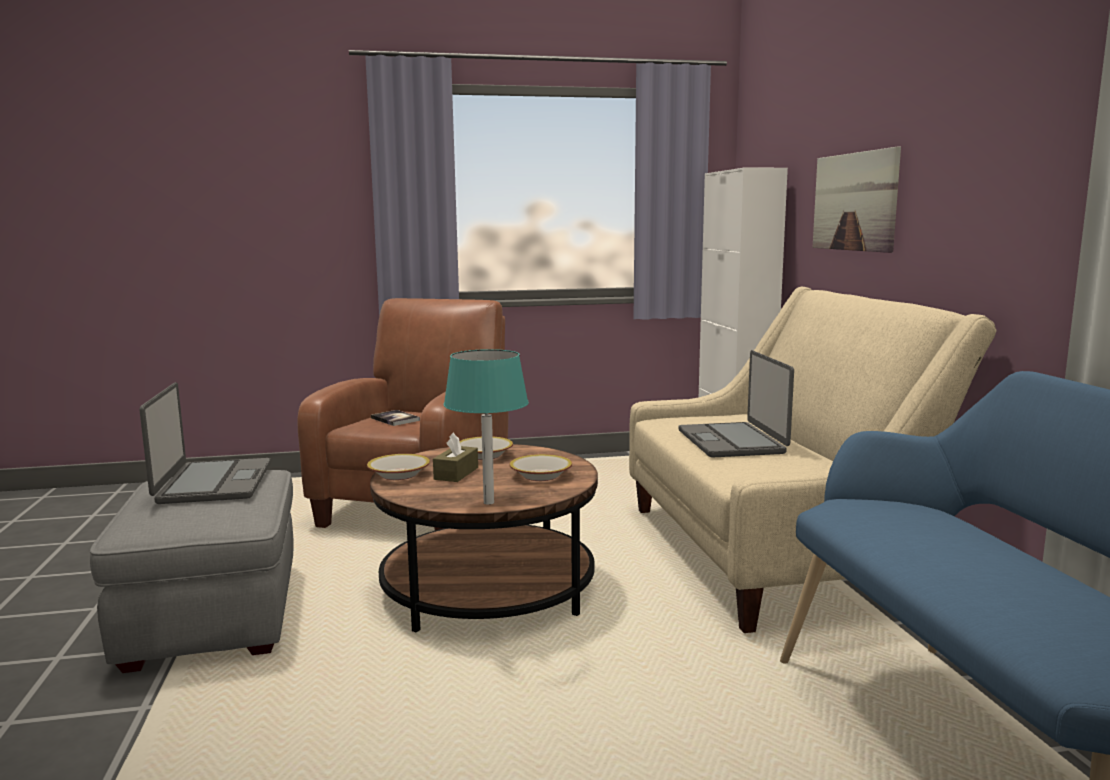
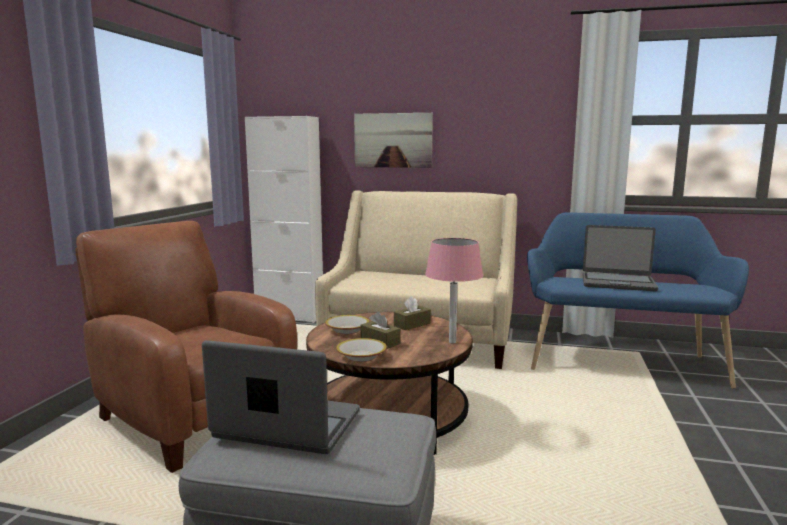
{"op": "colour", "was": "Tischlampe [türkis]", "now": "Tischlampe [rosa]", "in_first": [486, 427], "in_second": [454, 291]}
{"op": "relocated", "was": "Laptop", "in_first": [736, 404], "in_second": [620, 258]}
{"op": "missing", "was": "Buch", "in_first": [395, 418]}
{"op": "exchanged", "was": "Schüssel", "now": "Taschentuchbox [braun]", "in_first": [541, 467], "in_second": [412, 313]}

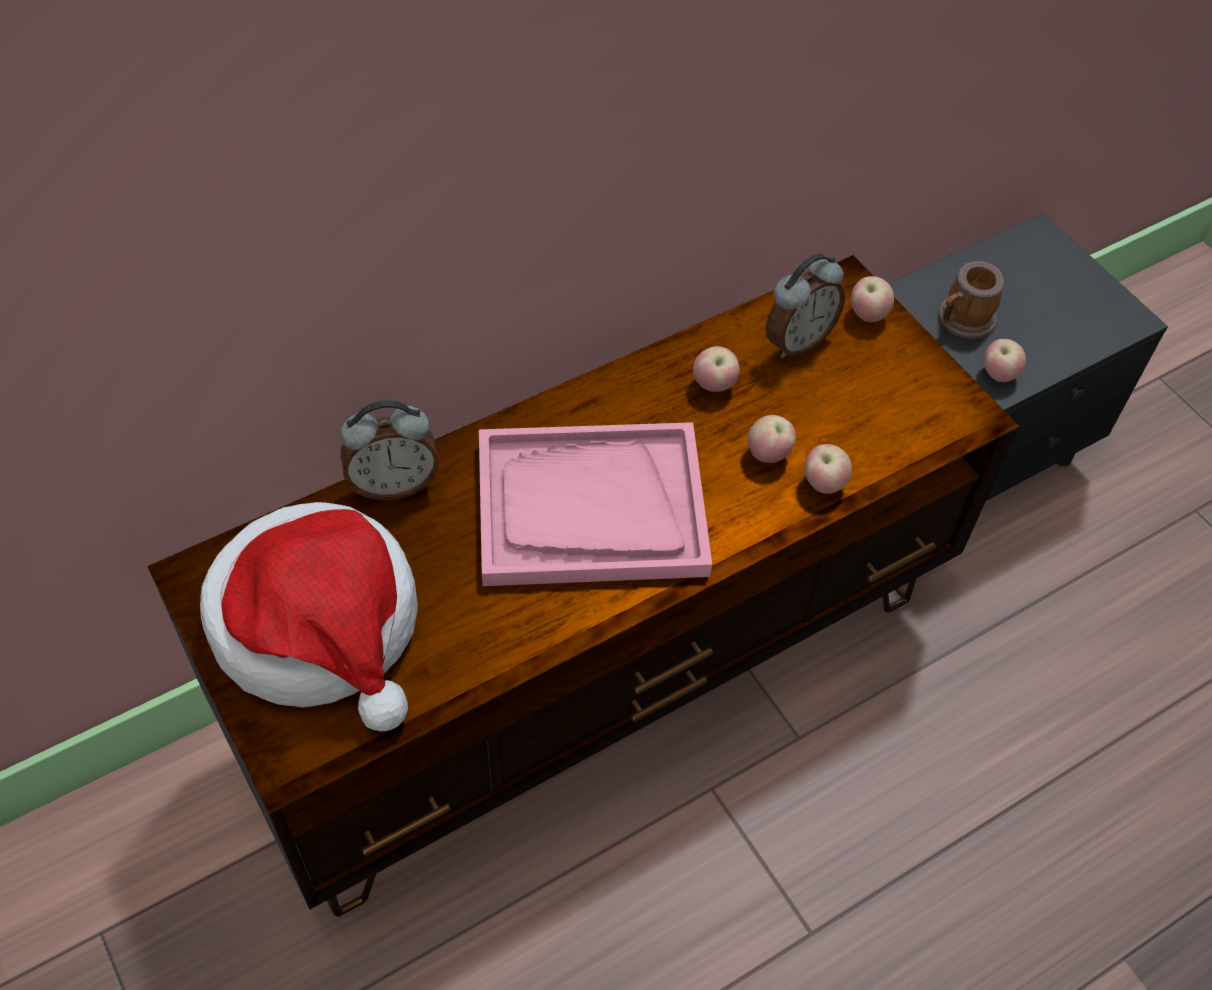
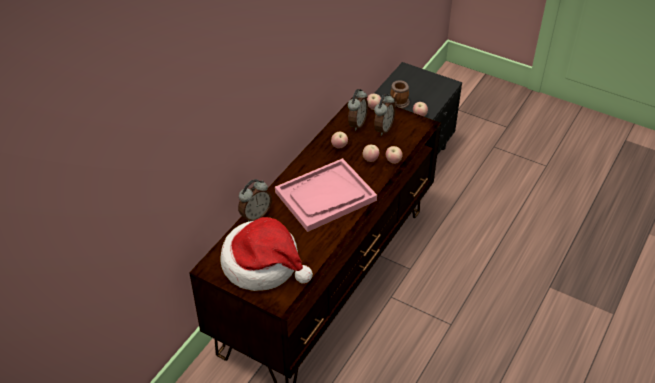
{"op": "appeared", "now": "Wecker", "in_second": [384, 115]}

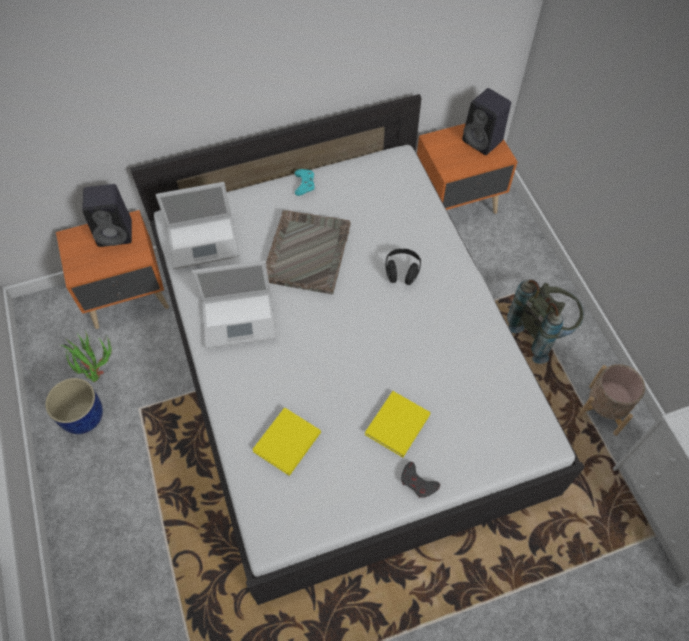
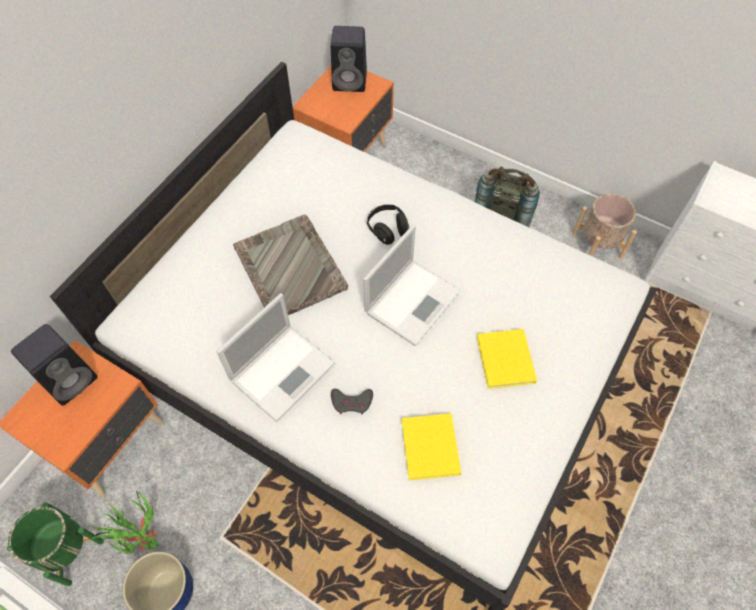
{"op": "missing", "was": "Gamepad [türkis]", "in_first": [305, 182]}
{"op": "relocated", "was": "Laptop", "in_first": [198, 225], "in_second": [412, 285]}
{"op": "relocated", "was": "Gamepad [grau]", "in_first": [420, 480], "in_second": [352, 401]}
{"op": "appeared", "now": "Pflanzkübel [grün]", "in_second": [55, 544]}

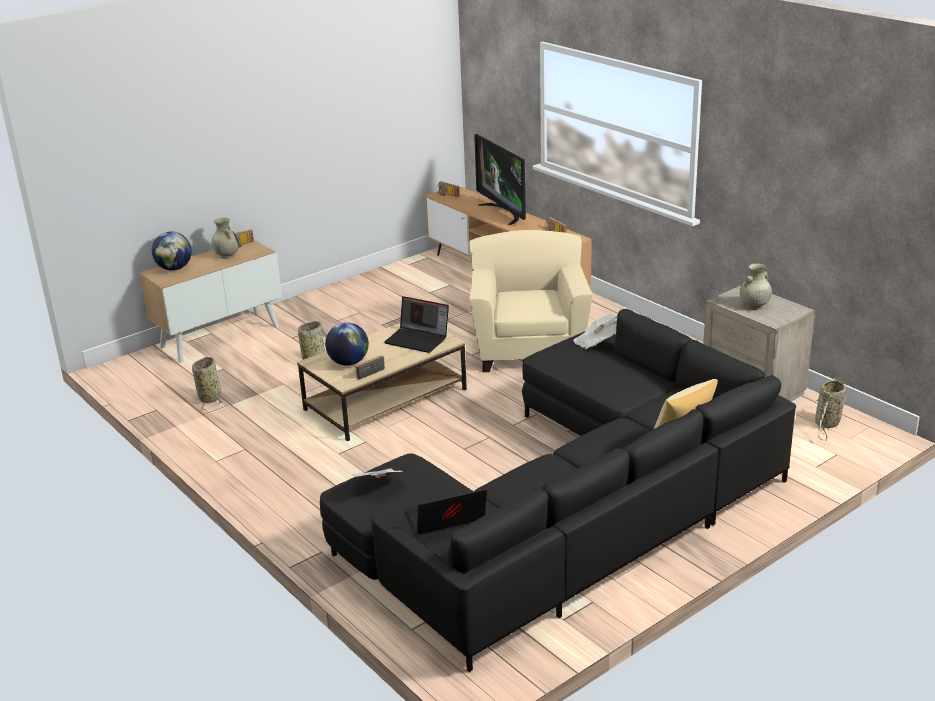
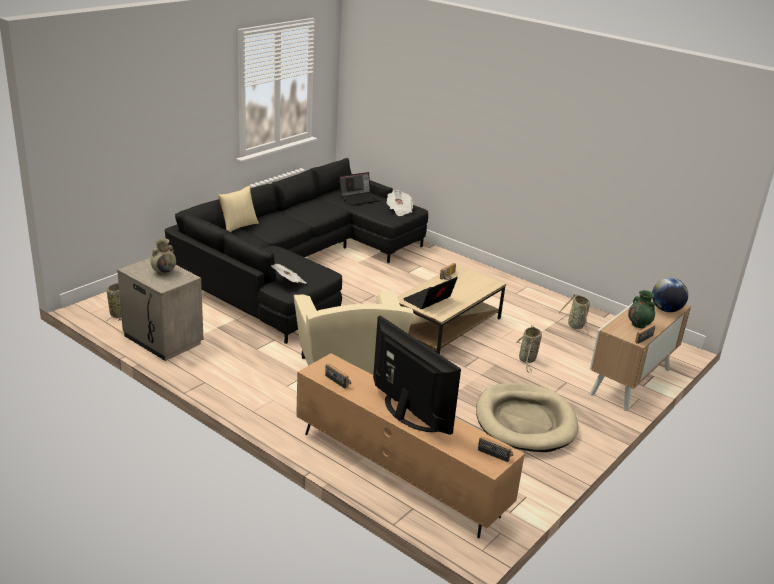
{"op": "colour", "was": "Vase [beige]", "now": "Vase [grün]", "in_first": [225, 238], "in_second": [641, 309]}
{"op": "spun", "was": "Laptop", "in_first": [416, 324], "in_second": [430, 293], "clockwise": -60}
{"op": "missing", "was": "Globus", "in_first": [347, 344]}
{"op": "appeared", "now": "Hundebett [beige]", "in_second": [527, 417]}

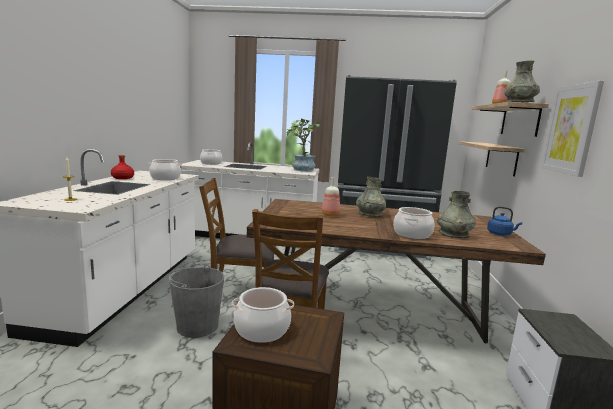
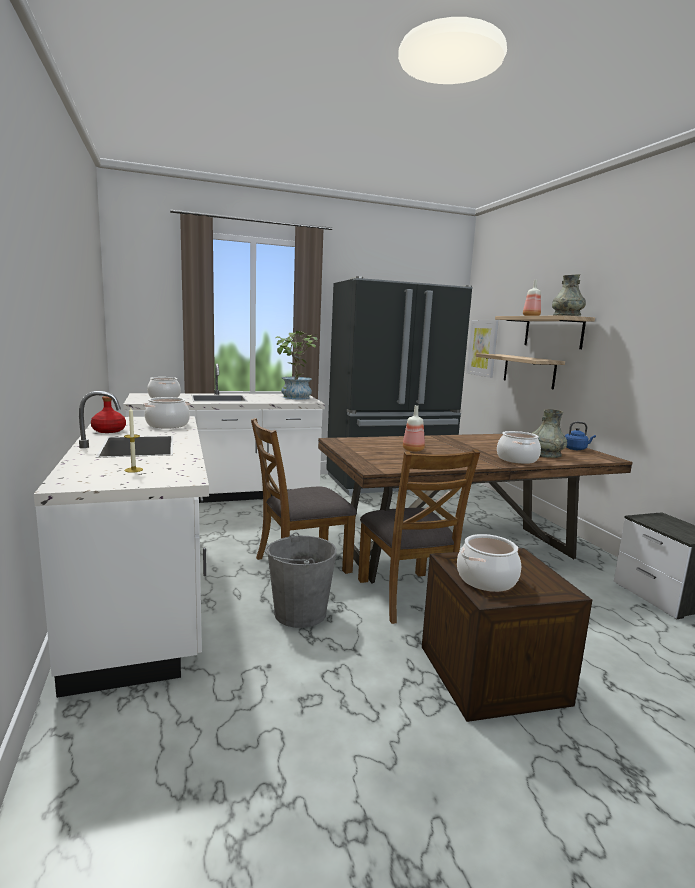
{"op": "relocated", "was": "Bild", "in_first": [572, 129], "in_second": [482, 349]}
{"op": "missing", "was": "Vase [grau]", "in_first": [371, 197]}

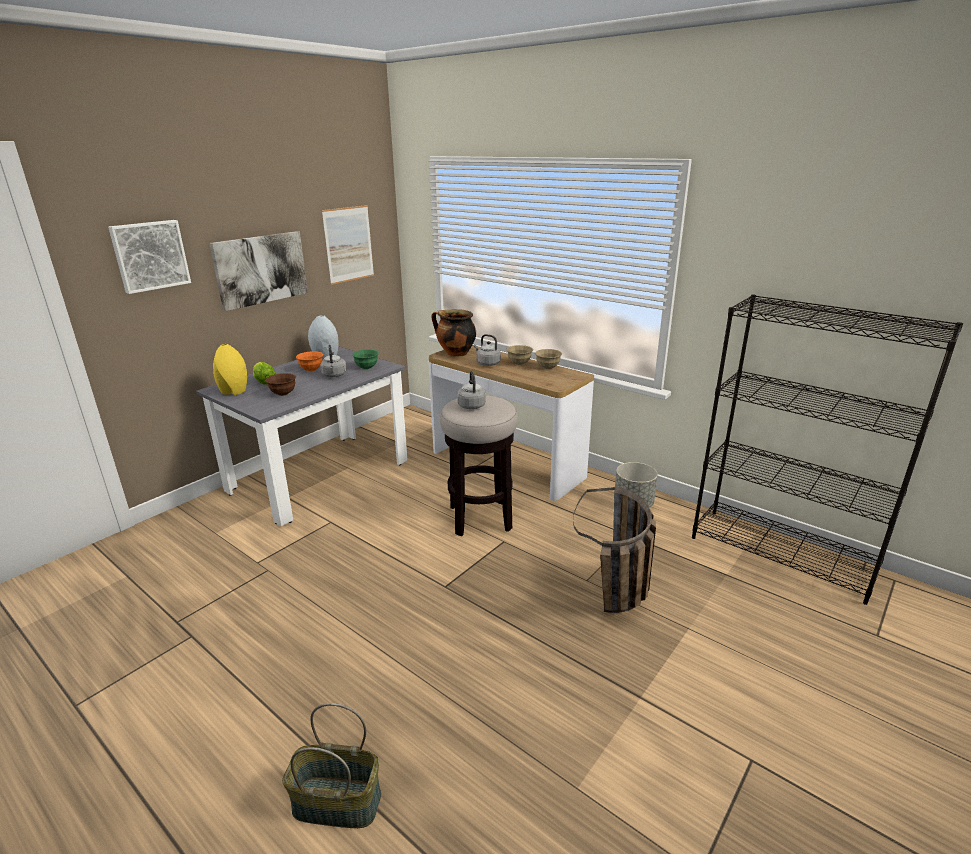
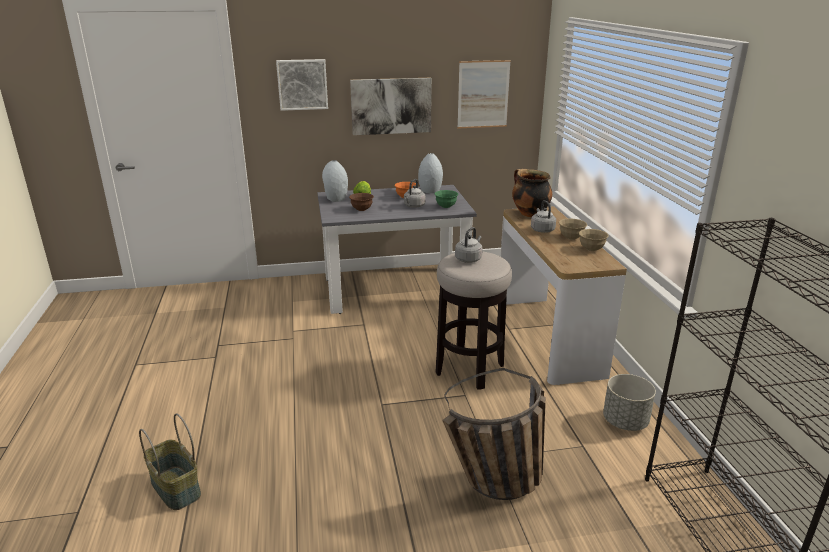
{"op": "colour", "was": "Vase [gelb]", "now": "Vase [grau]", "in_first": [230, 369], "in_second": [335, 181]}

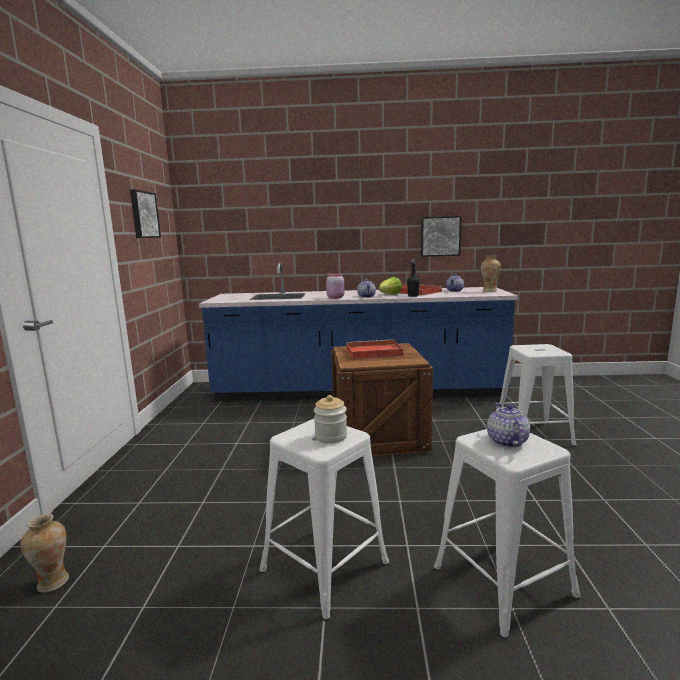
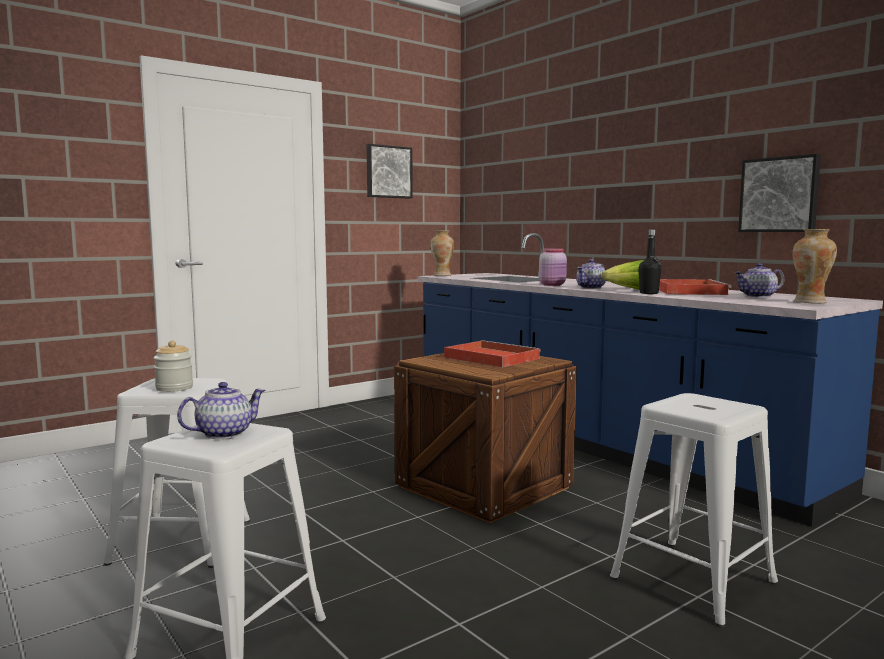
{"op": "relocated", "was": "Vase", "in_first": [44, 553], "in_second": [442, 253]}

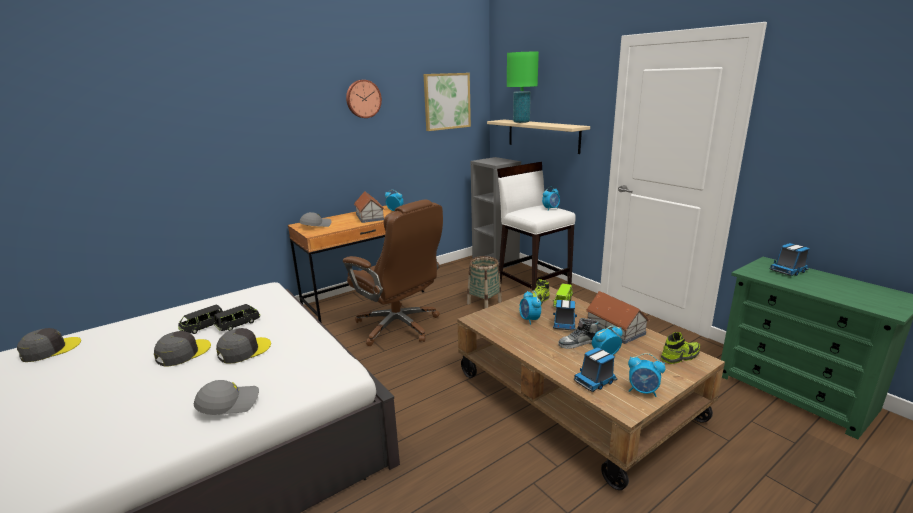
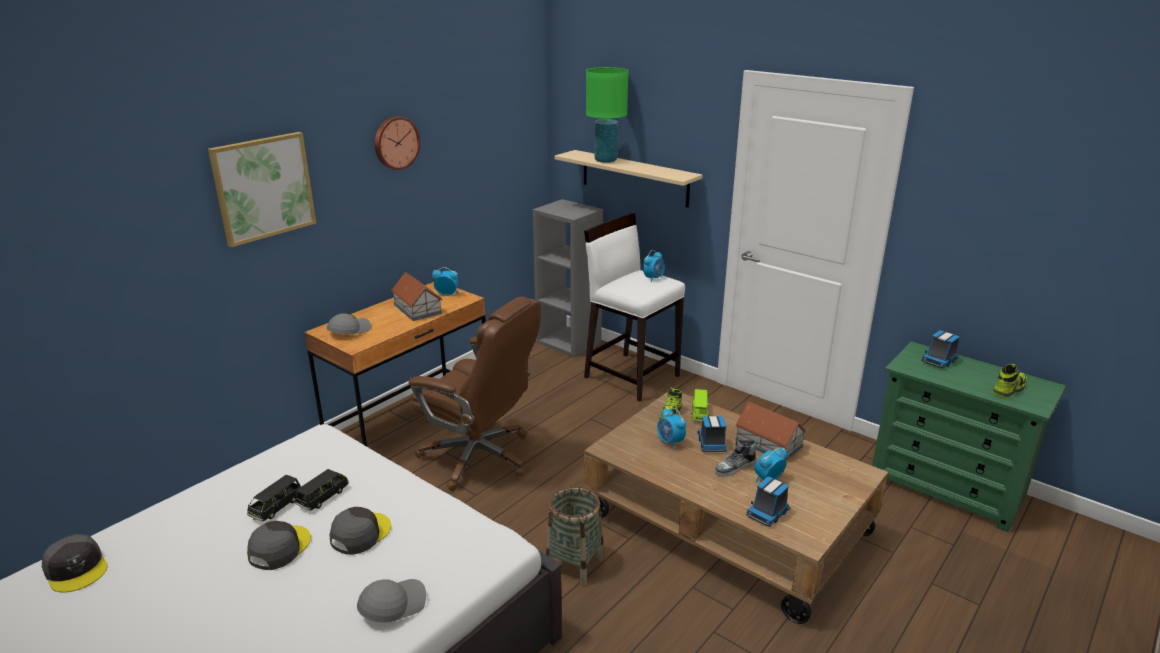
{"op": "relocated", "was": "Bild", "in_first": [447, 102], "in_second": [262, 189]}
{"op": "relocated", "was": "Korb", "in_first": [484, 282], "in_second": [575, 536]}
{"op": "spun", "was": "Kappe [grau]", "in_first": [49, 345], "in_second": [75, 563], "clockwise": 105}
{"op": "relocated", "was": "Schuh", "in_first": [680, 348], "in_second": [1010, 381]}
{"op": "missing", "was": "Wecker", "in_first": [646, 375]}

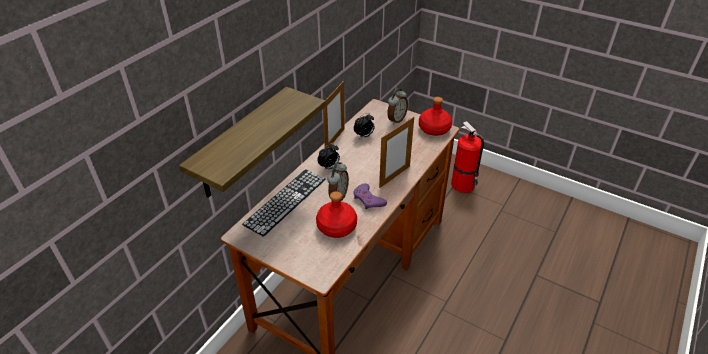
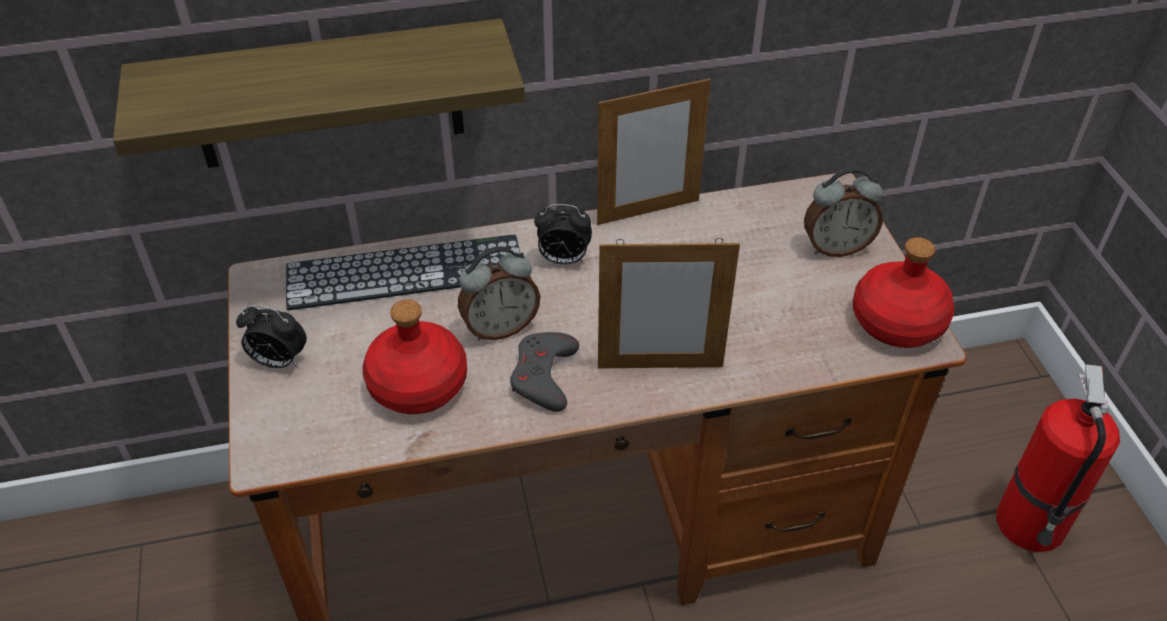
{"op": "relocated", "was": "Wecker", "in_first": [364, 126], "in_second": [271, 336]}
{"op": "colour", "was": "Gamepad [lila]", "now": "Gamepad [grau]", "in_first": [370, 196], "in_second": [544, 372]}

